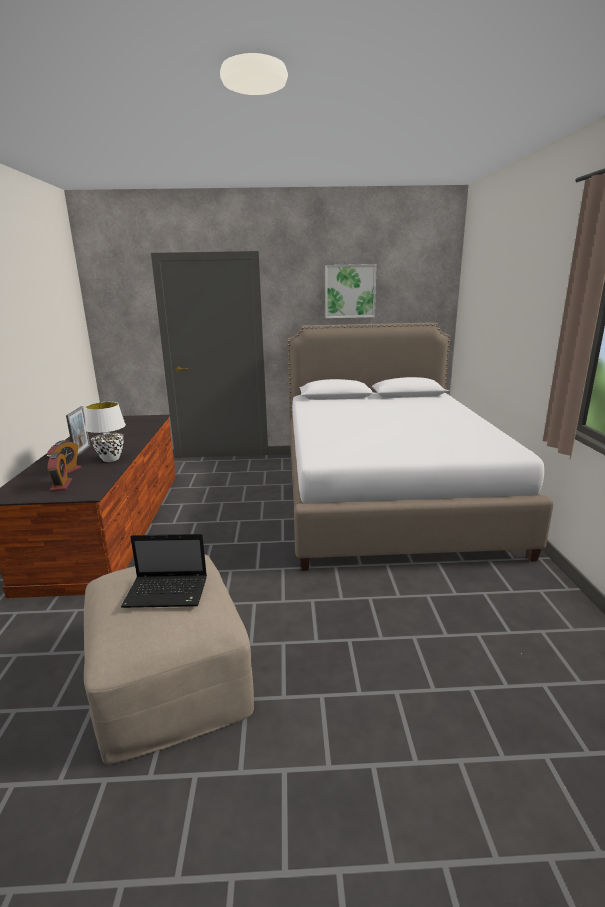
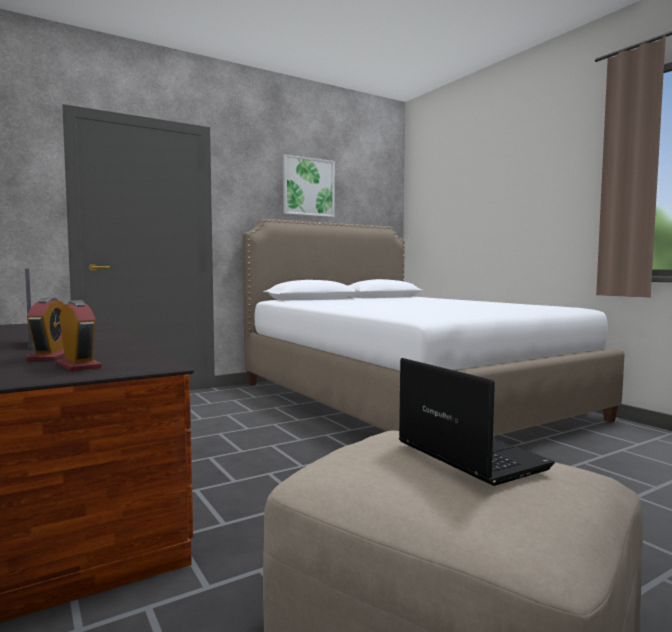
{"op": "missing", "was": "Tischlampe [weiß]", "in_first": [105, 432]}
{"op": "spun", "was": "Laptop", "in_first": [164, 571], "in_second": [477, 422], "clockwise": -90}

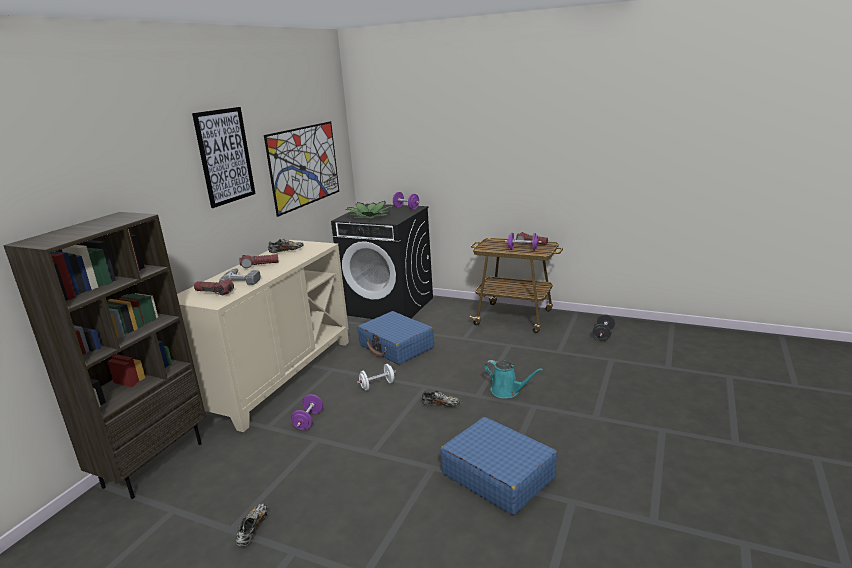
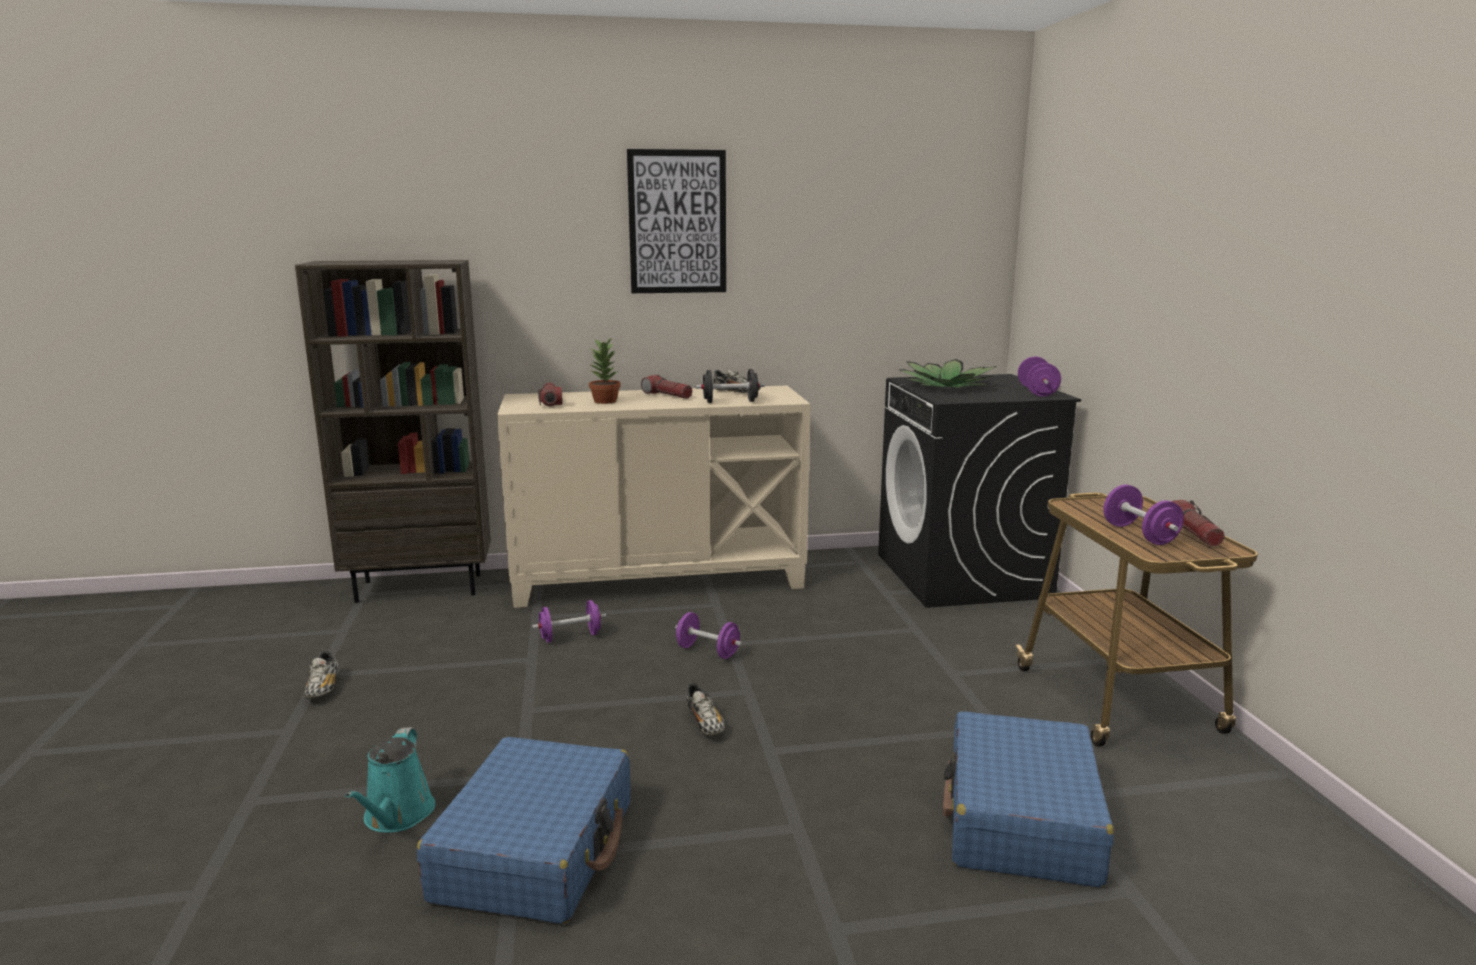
{"op": "missing", "was": "Bild", "in_first": [301, 169]}
{"op": "exchanged", "was": "Bohrmaschine", "now": "Topfpflanze", "in_first": [240, 276], "in_second": [605, 371]}
{"op": "relocated", "was": "Koffer [blau]", "in_first": [395, 338], "in_second": [1028, 799]}
{"op": "relocated", "was": "Hantel [schwarz]", "in_first": [604, 328], "in_second": [730, 386]}
{"op": "relocated", "was": "Gießkanne [türkis]", "in_first": [513, 379], "in_second": [390, 780]}
{"op": "colour", "was": "Hantel [weiß]", "now": "Hantel [lila]", "in_first": [376, 377], "in_second": [708, 635]}
{"op": "spun", "was": "Schuh", "in_first": [252, 525], "in_second": [321, 675], "clockwise": 105}

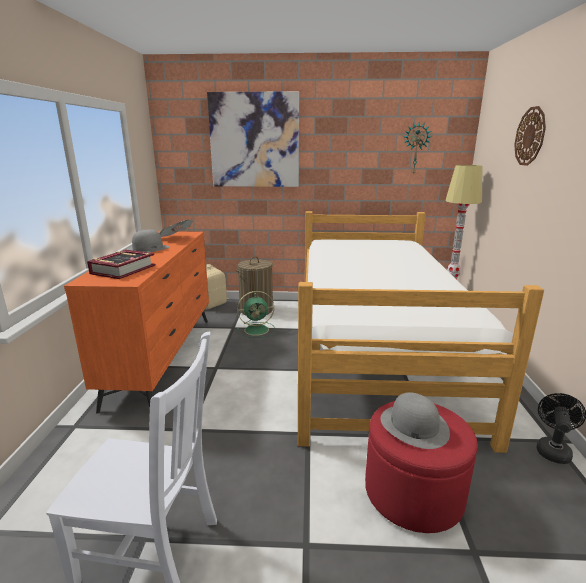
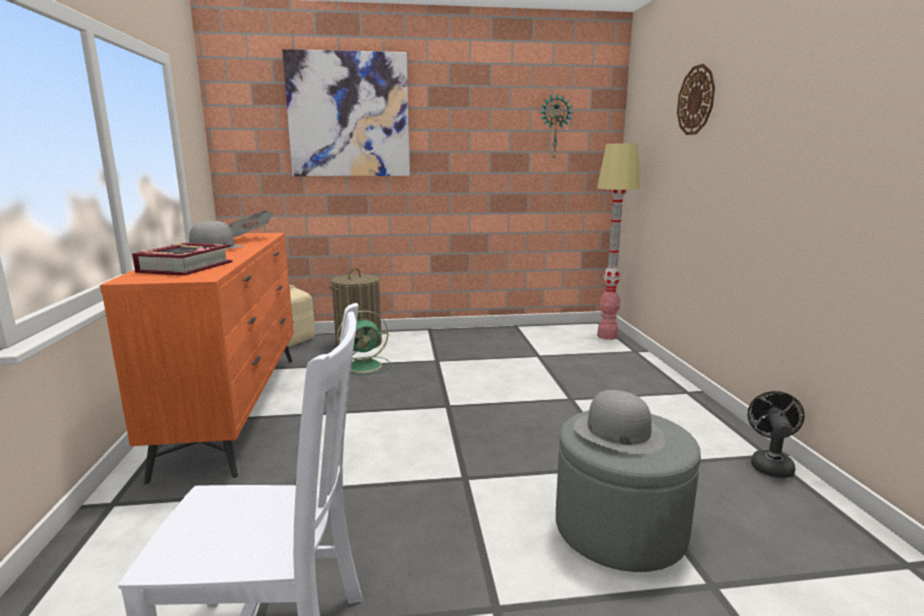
{"op": "missing", "was": "Bett", "in_first": [421, 332]}
{"op": "colour", "was": "Polsterhocker [rot]", "now": "Polsterhocker [grau]", "in_first": [421, 467], "in_second": [628, 491]}

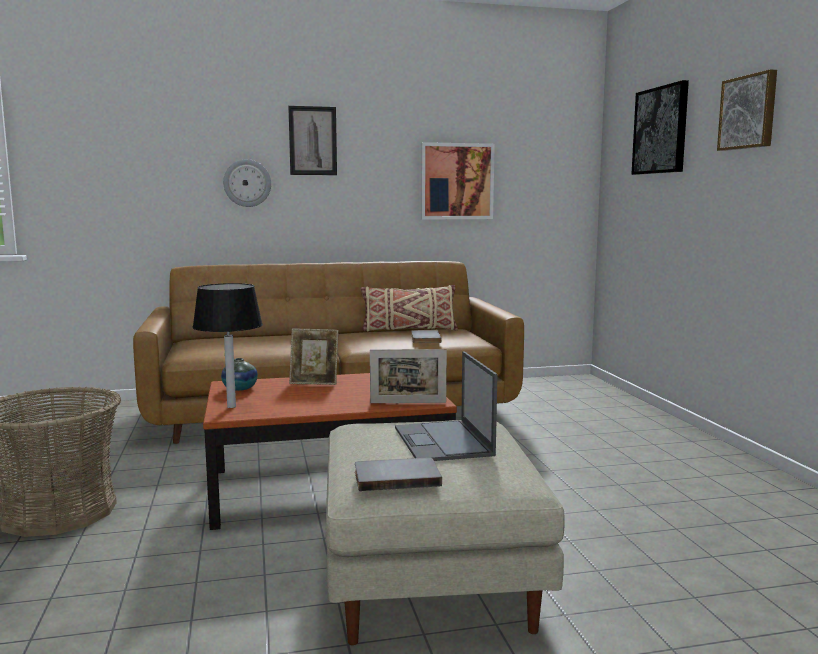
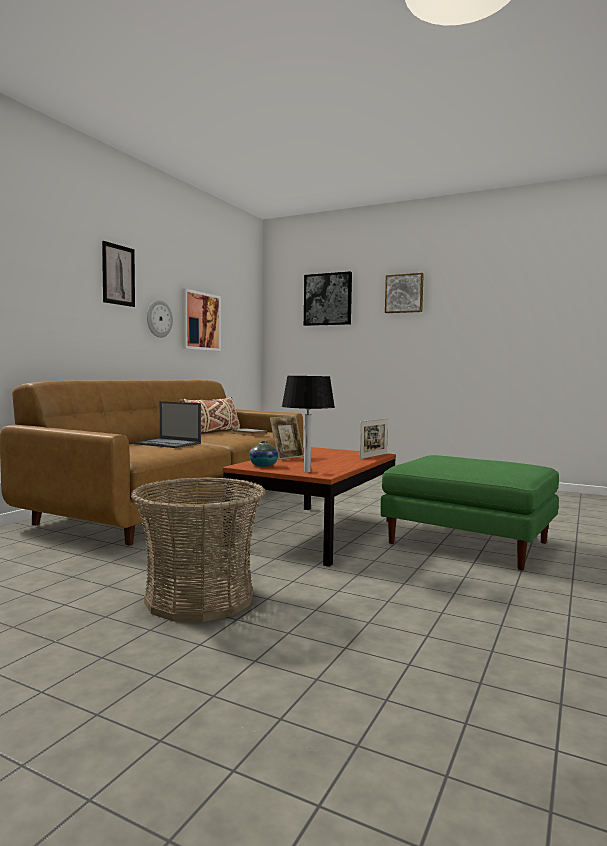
{"op": "relocated", "was": "Wanduhr", "in_first": [247, 183], "in_second": [160, 319]}
{"op": "relocated", "was": "Laptop", "in_first": [446, 406], "in_second": [167, 424]}
{"op": "colour", "was": "Polsterhocker [beige]", "now": "Polsterhocker [grün]", "in_first": [445, 532], "in_second": [469, 512]}
{"op": "missing", "was": "Buch [grau]", "in_first": [398, 474]}

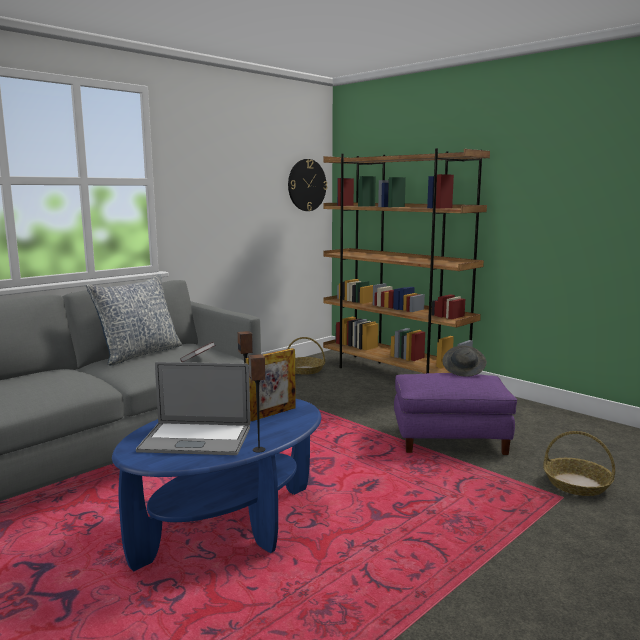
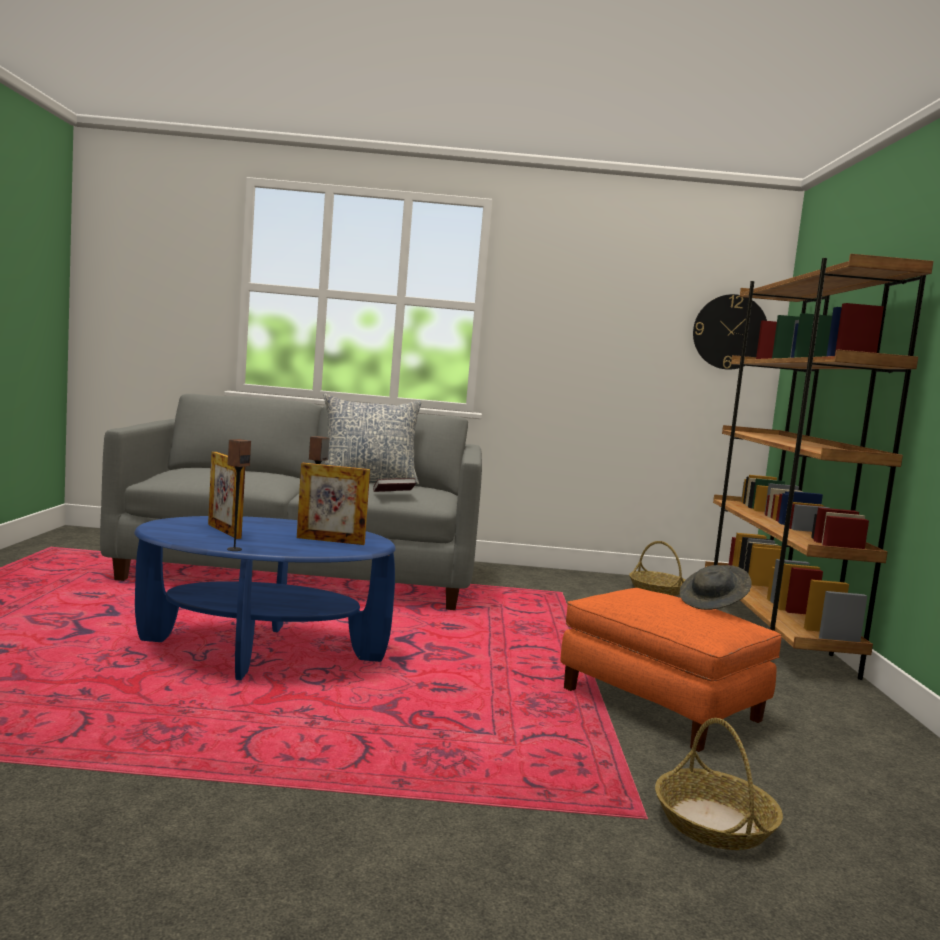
{"op": "exchanged", "was": "Laptop", "now": "Bilderrahmen", "in_first": [193, 408], "in_second": [226, 495]}
{"op": "colour", "was": "Polsterhocker [lila]", "now": "Polsterhocker [orange]", "in_first": [455, 414], "in_second": [671, 670]}

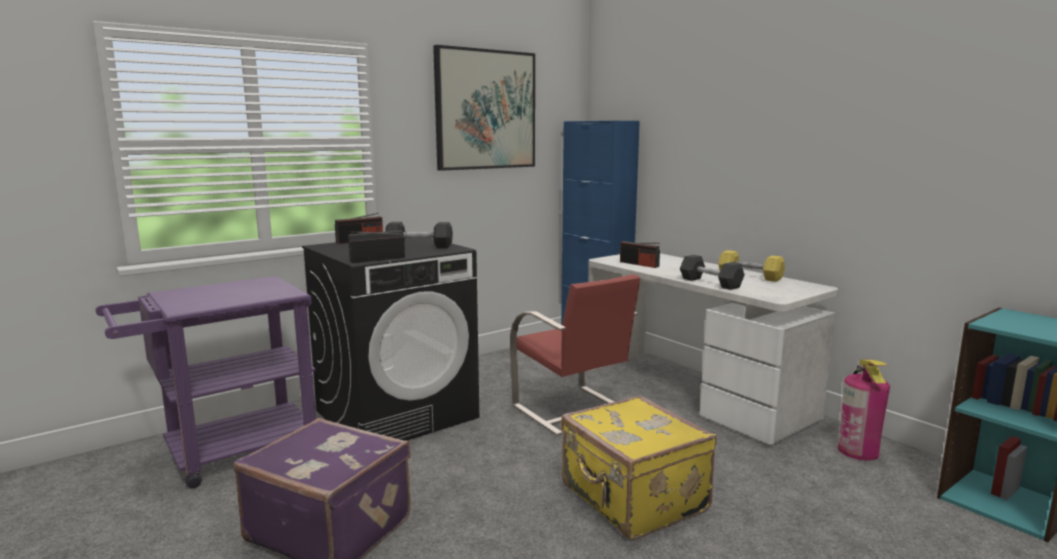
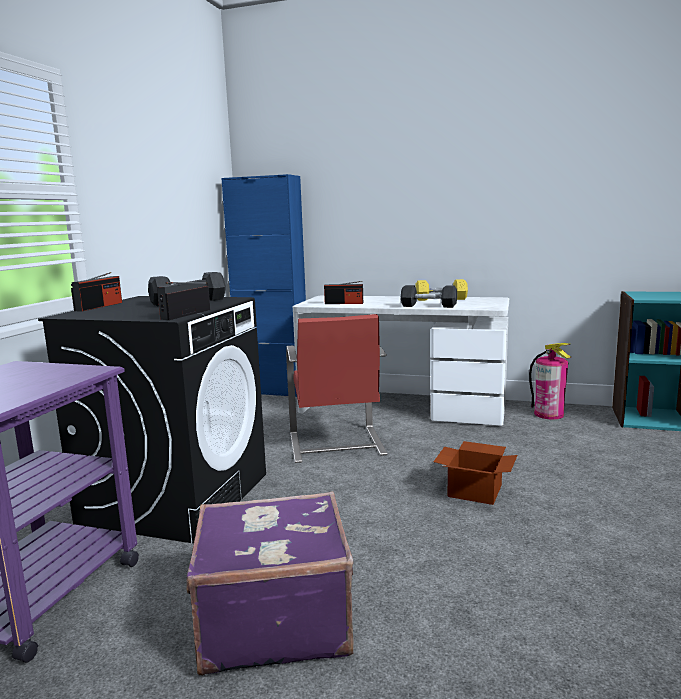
{"op": "missing", "was": "Bild", "in_first": [484, 108]}
{"op": "spun", "was": "Stuhl [rot]", "in_first": [575, 355], "in_second": [337, 388], "clockwise": 60}
{"op": "exchanged", "was": "Koffer [gelb]", "now": "Karton", "in_first": [639, 467], "in_second": [475, 473]}

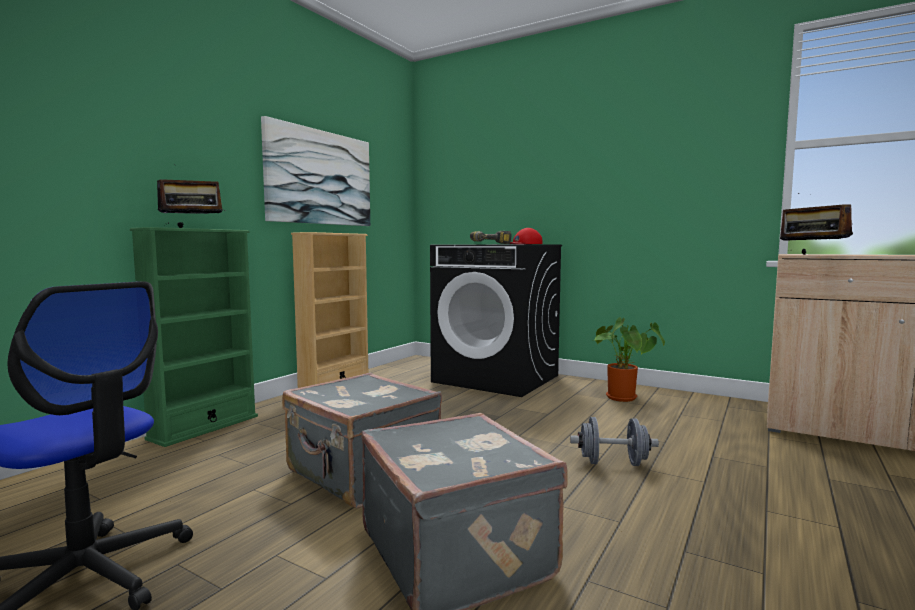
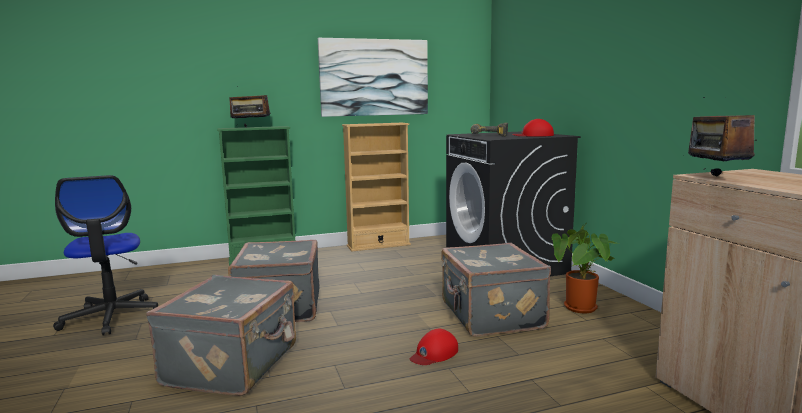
{"op": "exchanged", "was": "Hantel [grau]", "now": "Kappe [rot]", "in_first": [614, 441], "in_second": [434, 347]}
{"op": "appeared", "now": "Koffer [grau]", "in_second": [496, 290]}

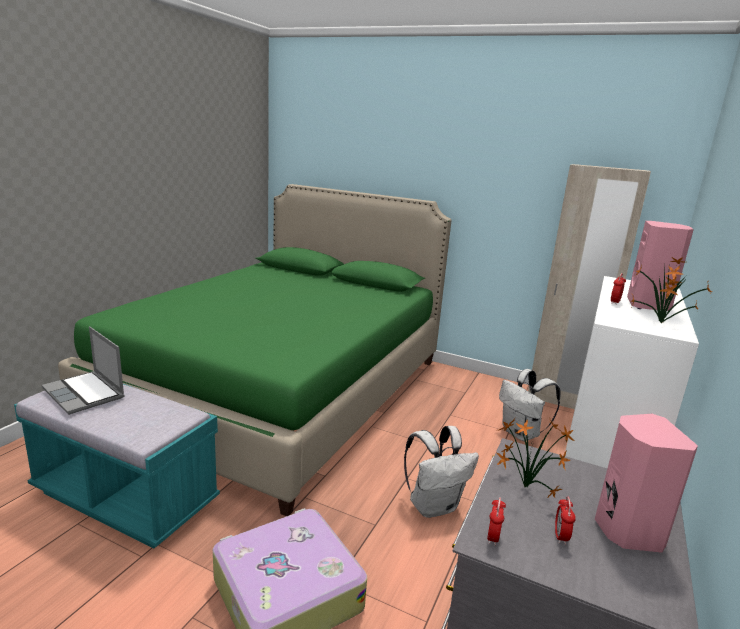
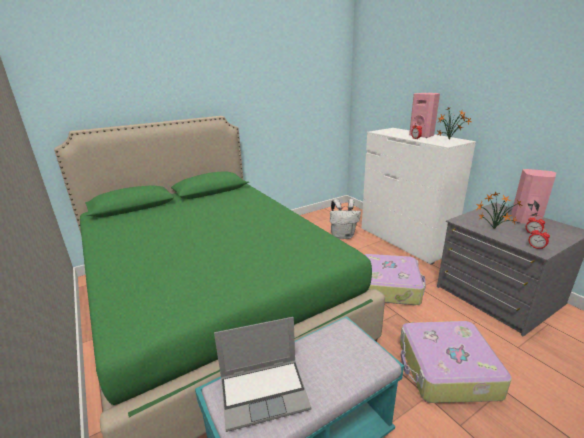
{"op": "missing", "was": "Kleiderschrank [beige]", "in_first": [589, 286]}
{"op": "exchanged", "was": "Rucksack [weiß]", "now": "Koffer", "in_first": [441, 472], "in_second": [395, 279]}

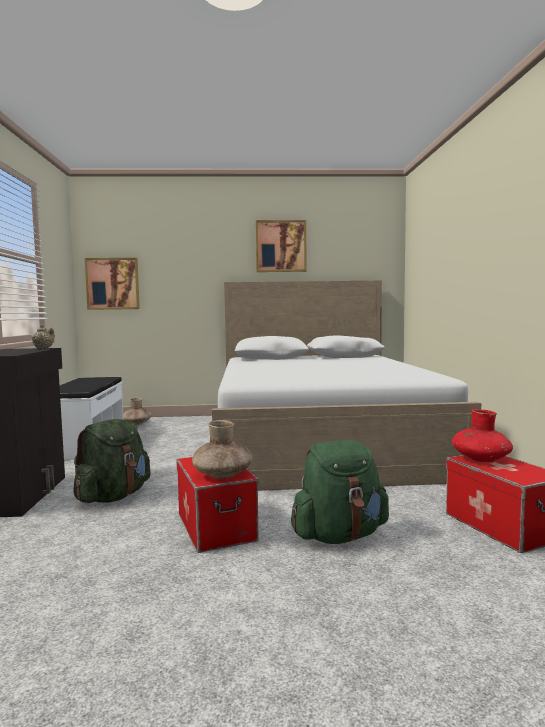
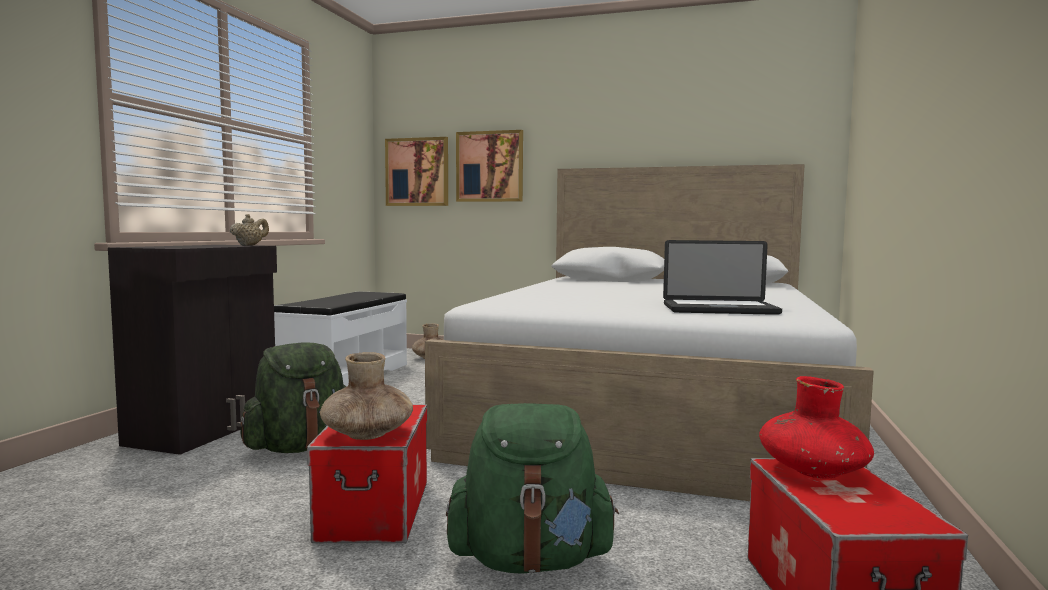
{"op": "relocated", "was": "Bild", "in_first": [281, 246], "in_second": [489, 166]}
{"op": "appeared", "now": "Laptop", "in_second": [722, 277]}

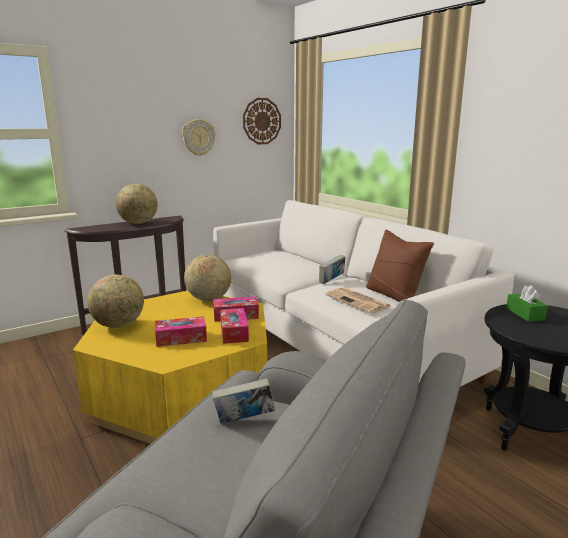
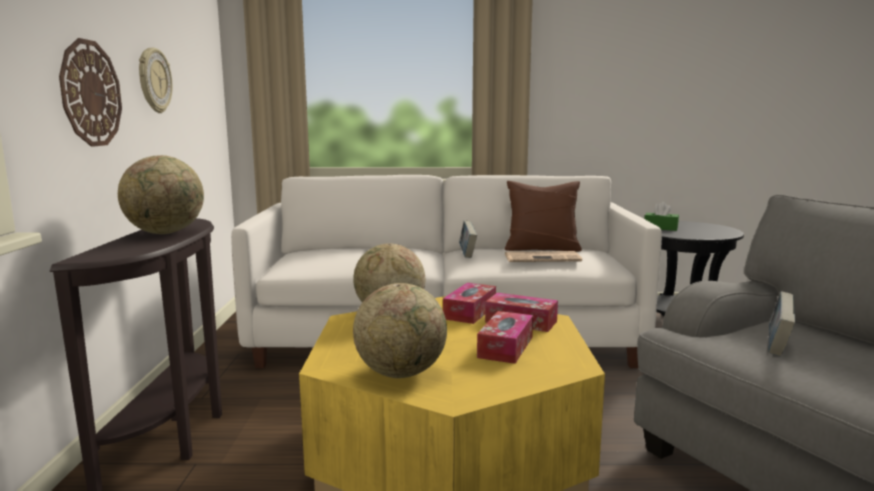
{"op": "relocated", "was": "Wanduhr", "in_first": [262, 121], "in_second": [90, 92]}

